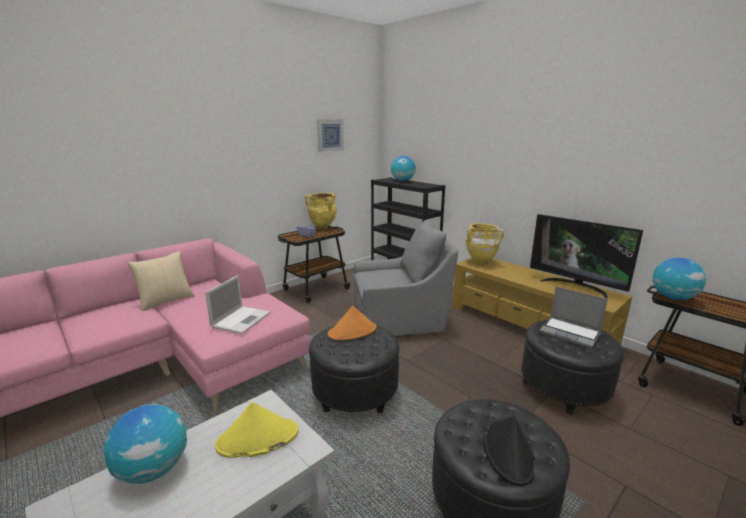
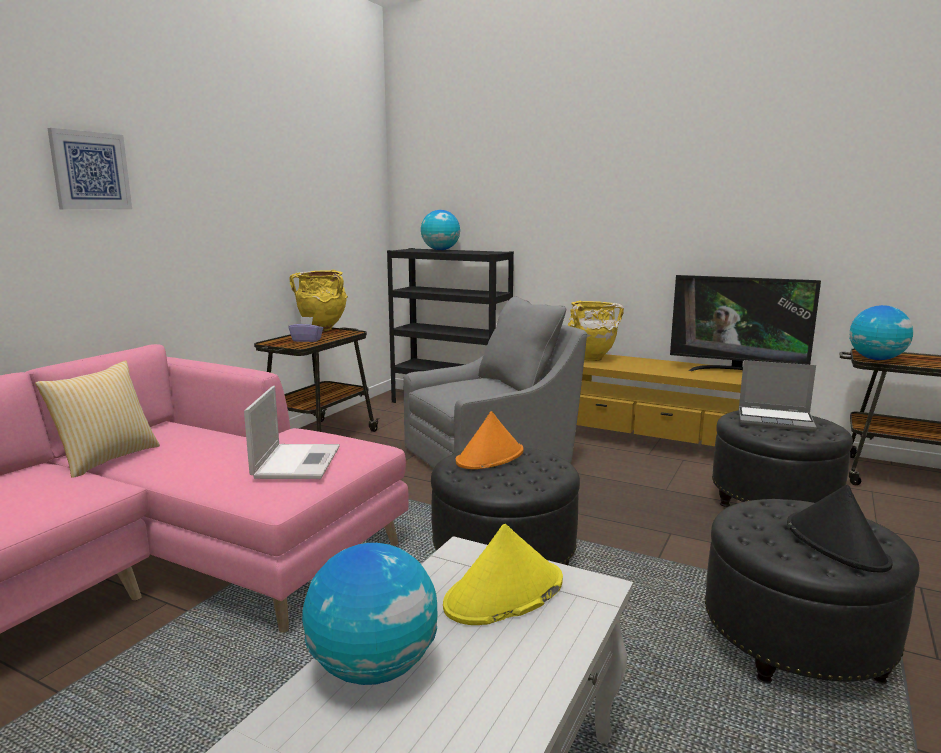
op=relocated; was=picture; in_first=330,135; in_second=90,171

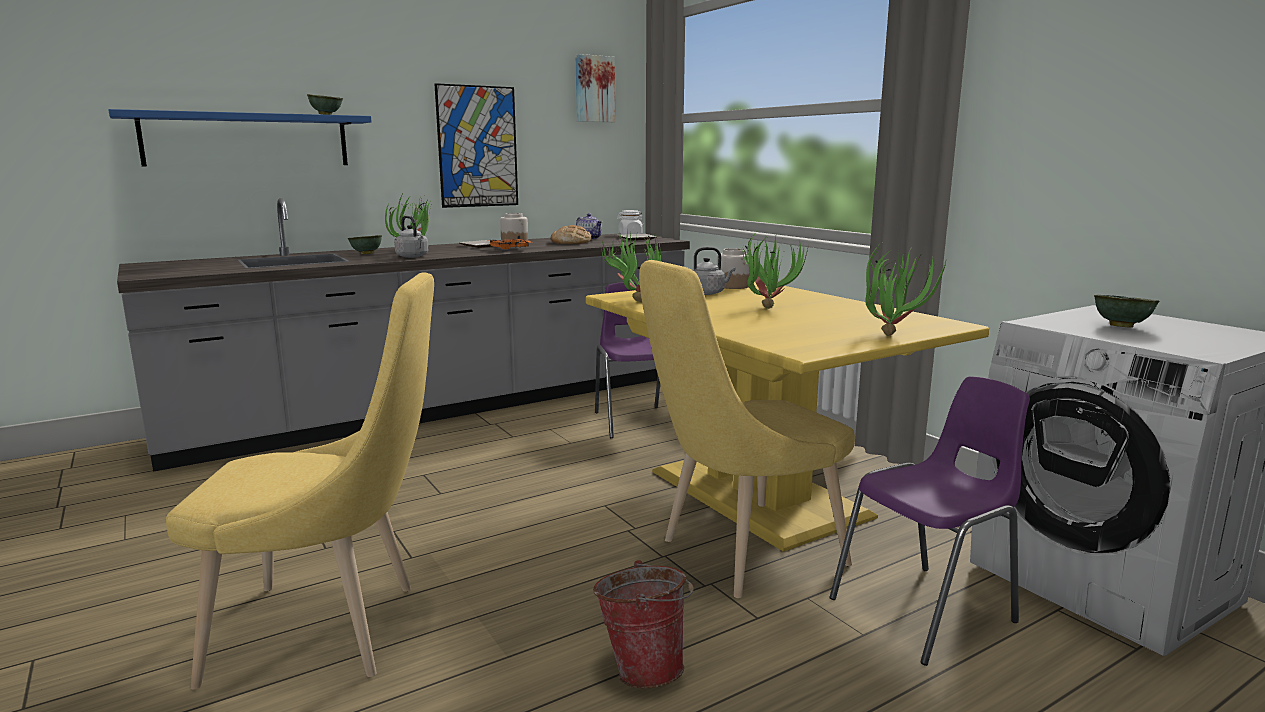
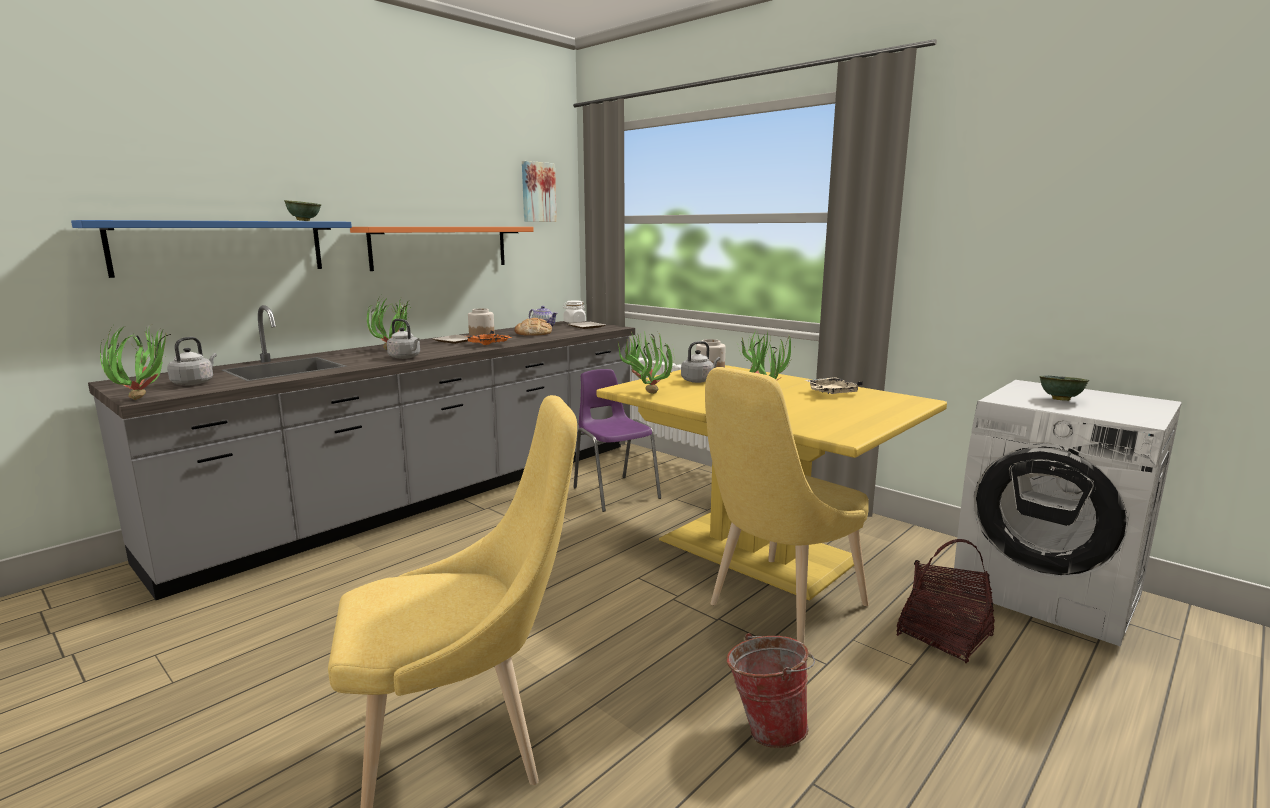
op=missing; was=green bowl; in_first=366,254
op=exchanged; was=picture; now=orange shelf; in_first=477,147; in_second=440,247
op=exchanged; was=purple chair; now=basket; in_first=927,610; in_second=944,636
op=relocated; was=potted plant; in_first=892,333; in_second=147,397
op=appeared; now=grey kettle; in_second=194,383
op=appeared; now=beige tray; in_second=830,393

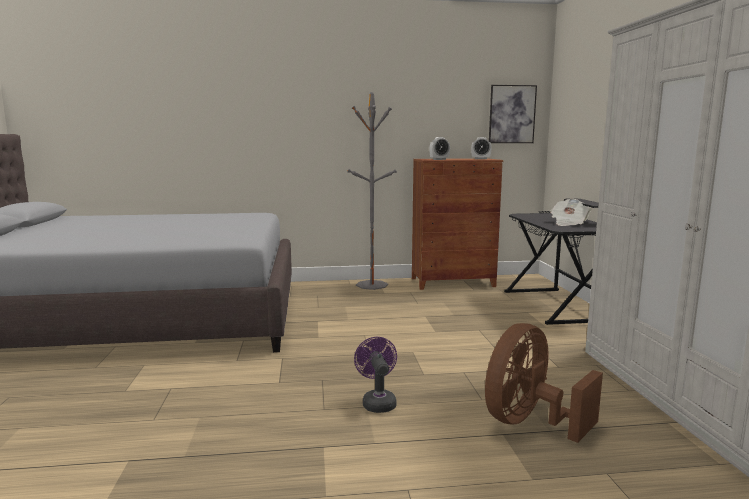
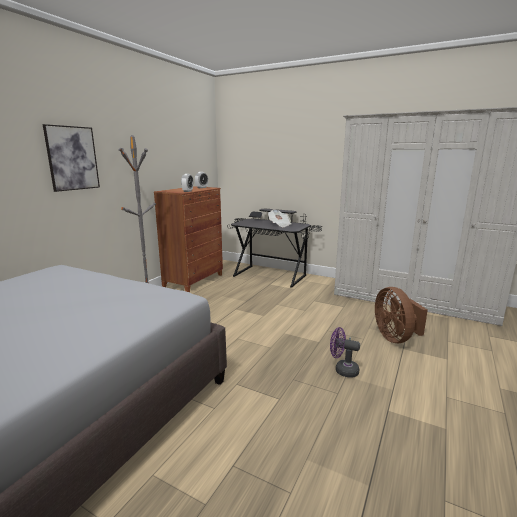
op=relocated; was=picture; in_first=512,114; in_second=72,158

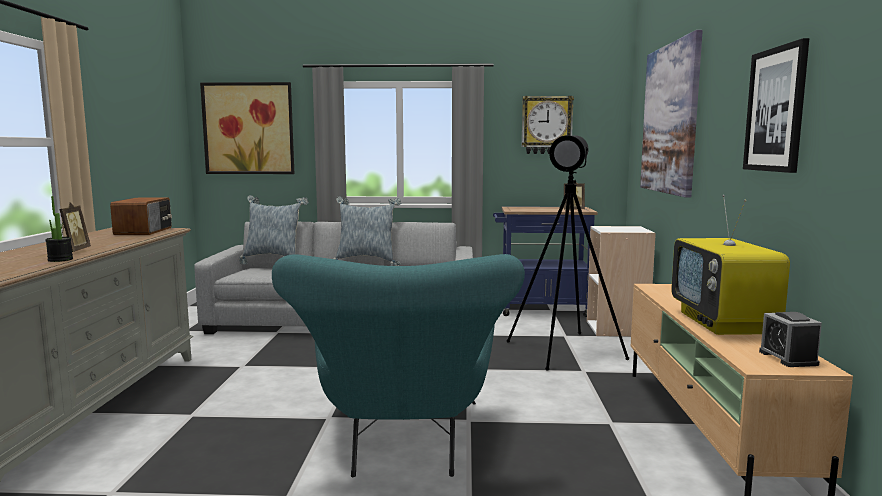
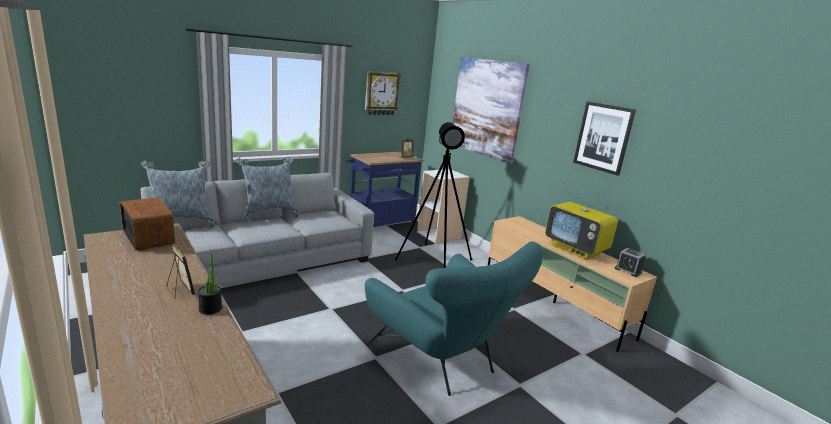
op=missing; was=picture; in_first=248,128

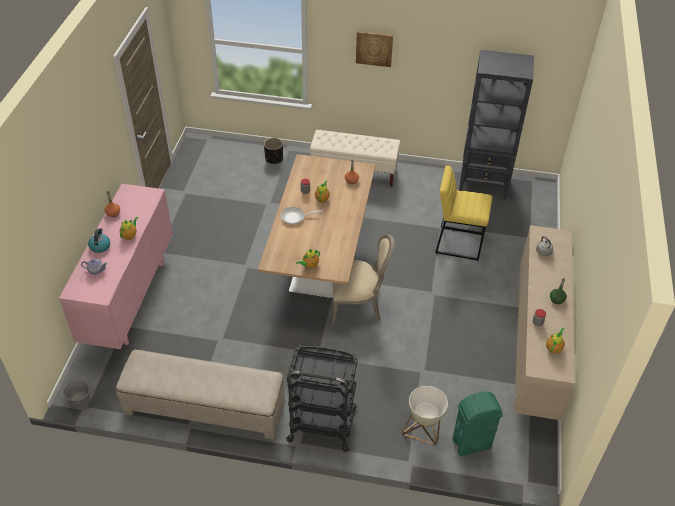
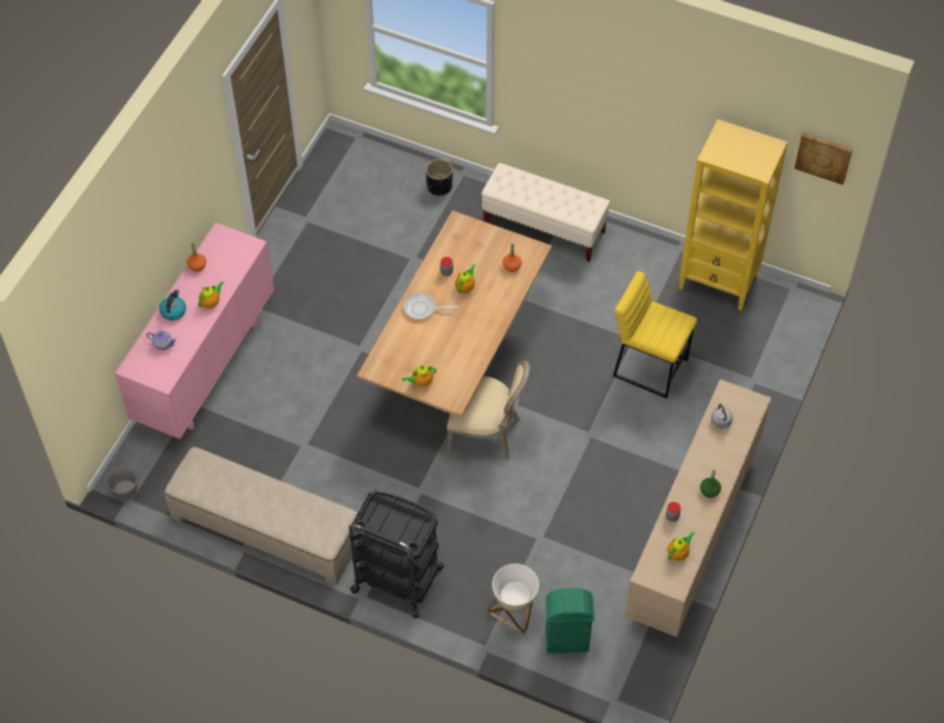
op=relocated; was=picture; in_first=374,48; in_second=823,157
op=colour; was=black bookcase; now=yellow bookcase; in_first=484,184; in_second=719,281

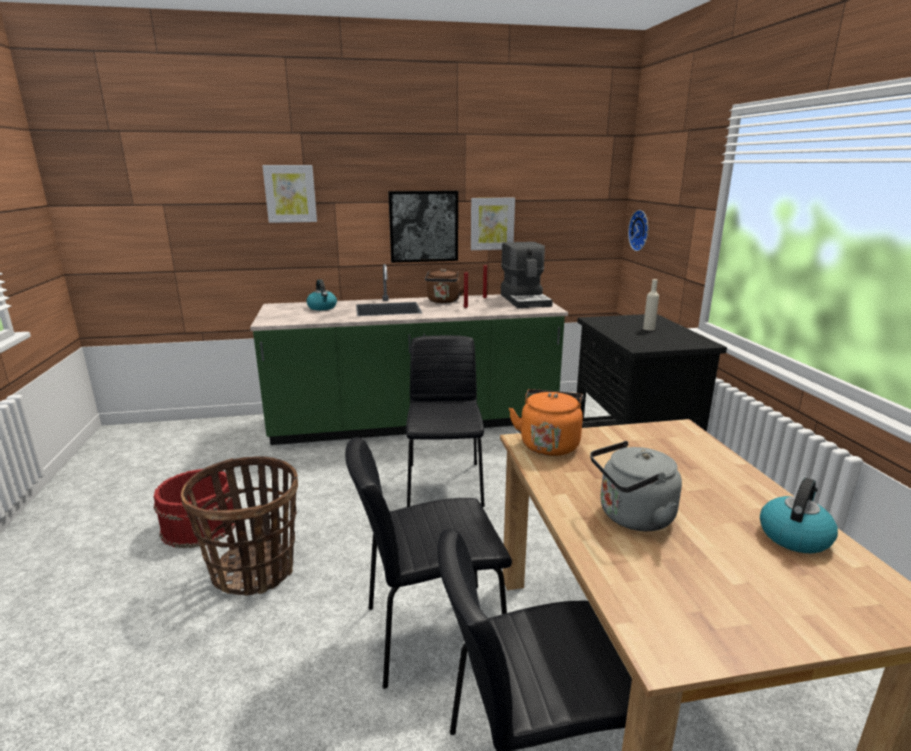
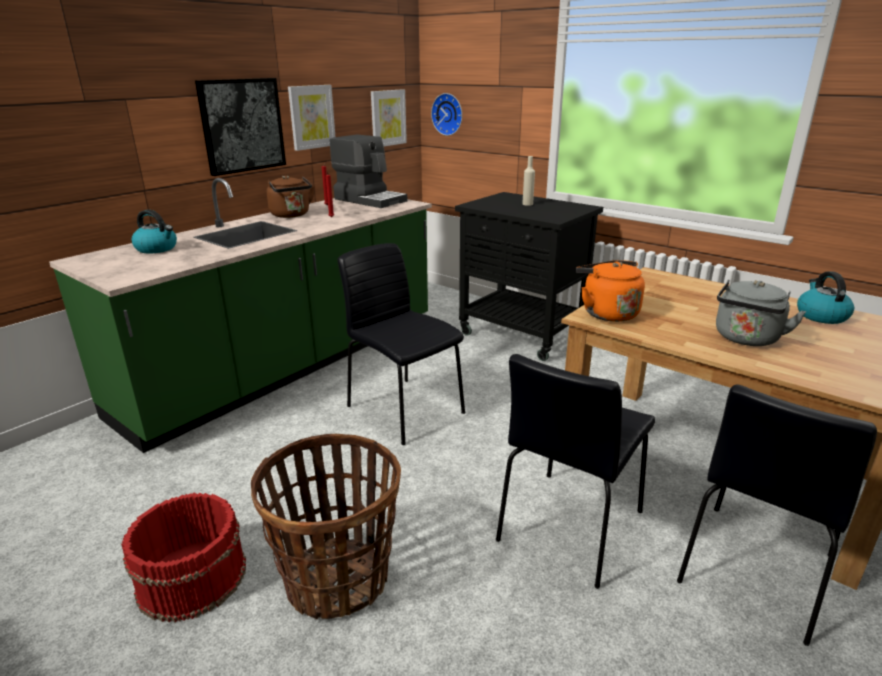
op=relocated; was=picture; in_first=290,194; in_second=388,118

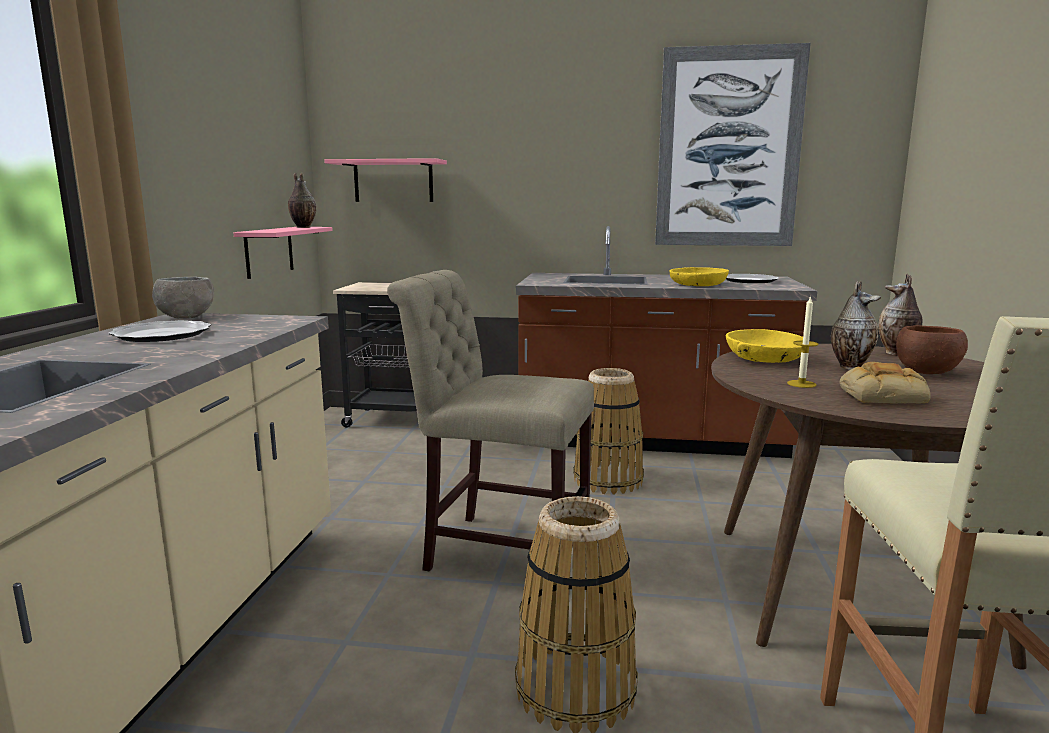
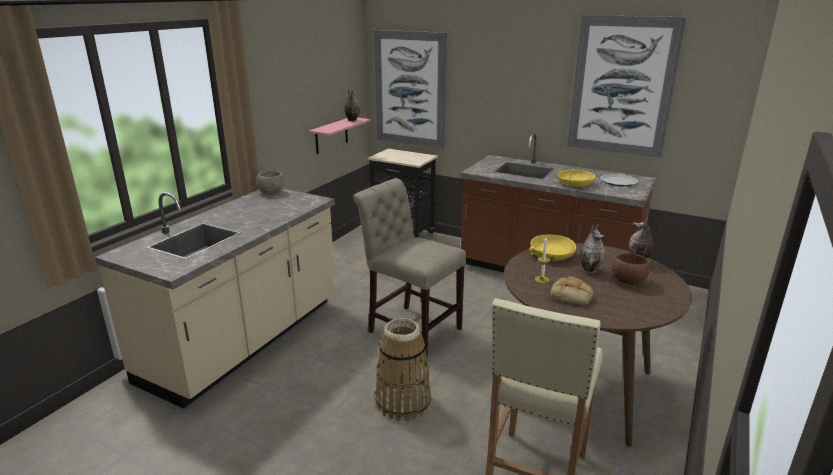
op=missing; was=plate; in_first=163,335
op=exchanged; was=pink shelf; now=picture; in_first=393,181; in_second=410,89
op=missing; was=basket; in_first=607,480

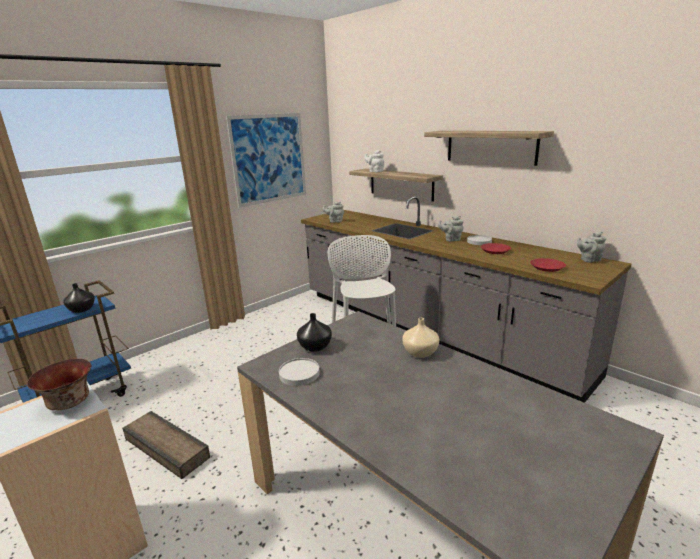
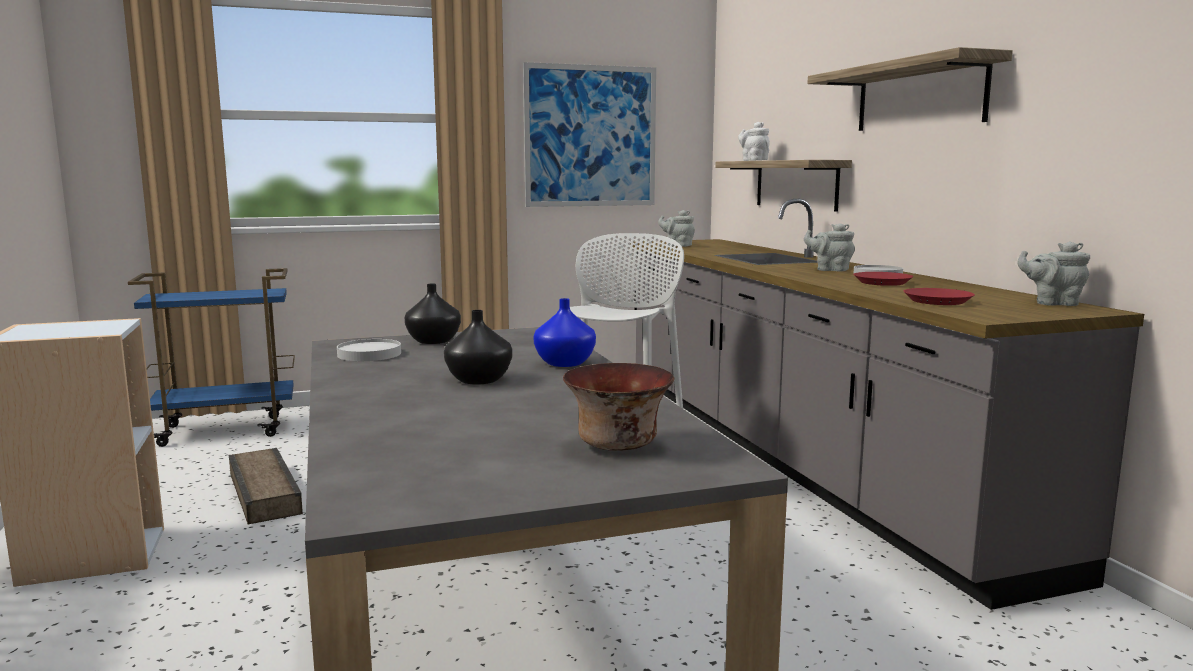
op=relocated; was=bowl; in_first=70,402; in_second=618,445
op=relocated; was=black vase; in_first=82,309; in_second=480,380
op=colour; was=beige vase; now=blue vase; in_first=420,352; in_second=565,363

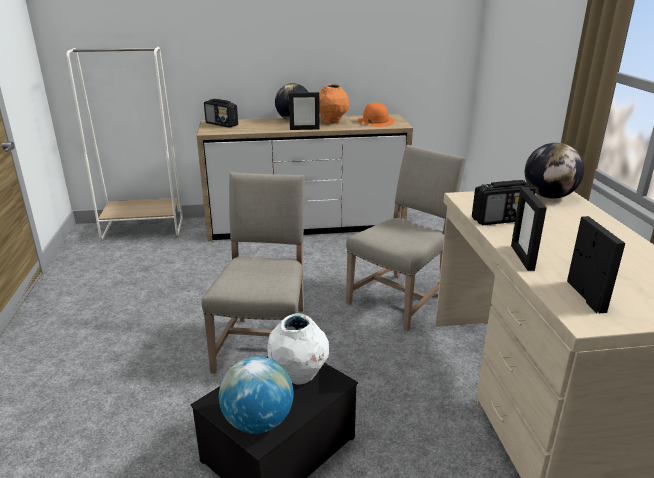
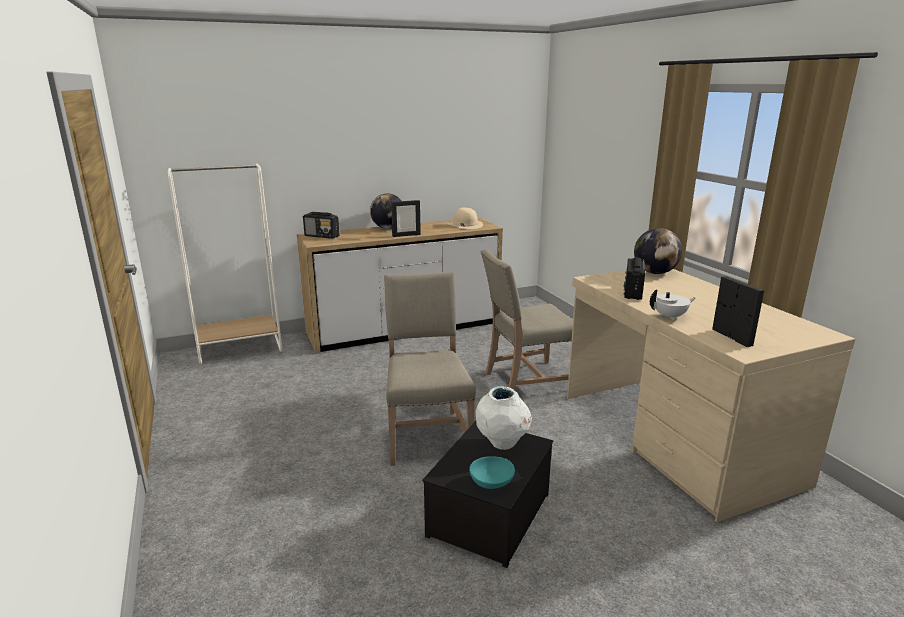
op=exchanged; was=globe; now=turquoise bowl; in_first=258,422; in_second=491,482
op=missing; was=orange vase; in_first=331,122
op=spun; was=beige chair; in_first=401,298; in_second=526,380; clockwise=-135
op=colour; was=orange hat; now=beige hat; in_first=375,121; in_second=465,225
op=spun; was=radio; in_first=501,219; in_second=633,292; clockwise=135
op=exchanged; was=picture frame; now=white teapot; in_first=523,257; in_second=670,317

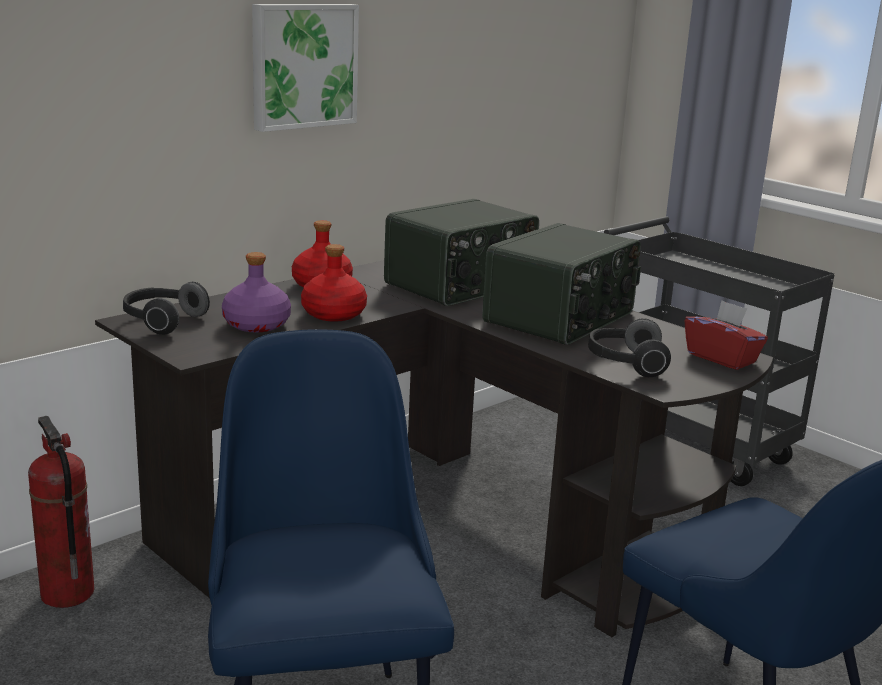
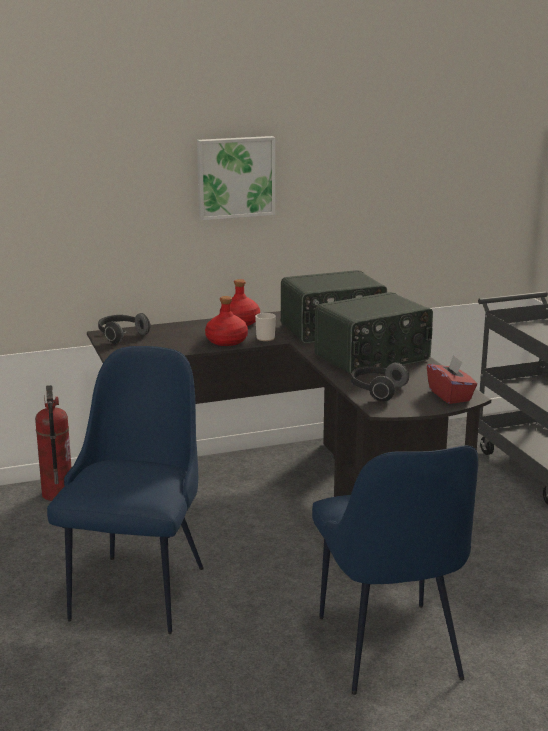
op=missing; was=purple bottle; in_first=255,324
op=appeared; now=mug; in_second=266,337

